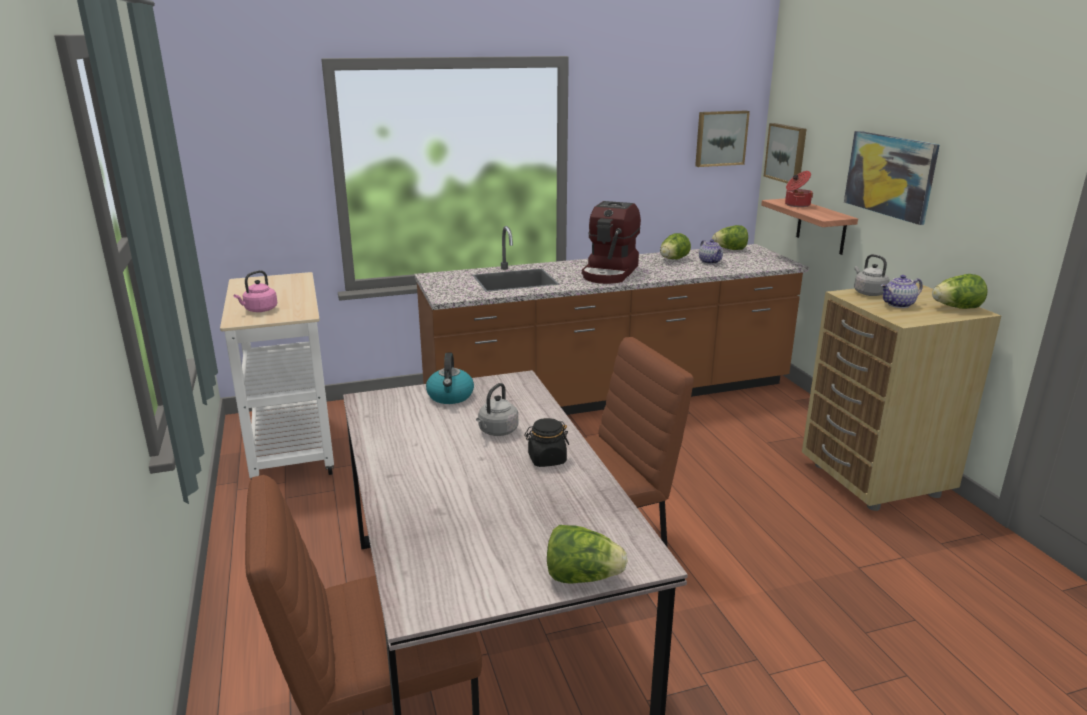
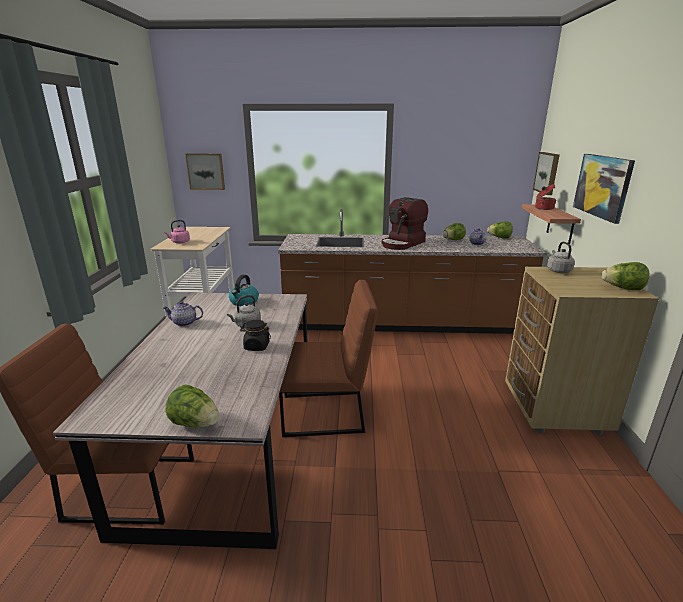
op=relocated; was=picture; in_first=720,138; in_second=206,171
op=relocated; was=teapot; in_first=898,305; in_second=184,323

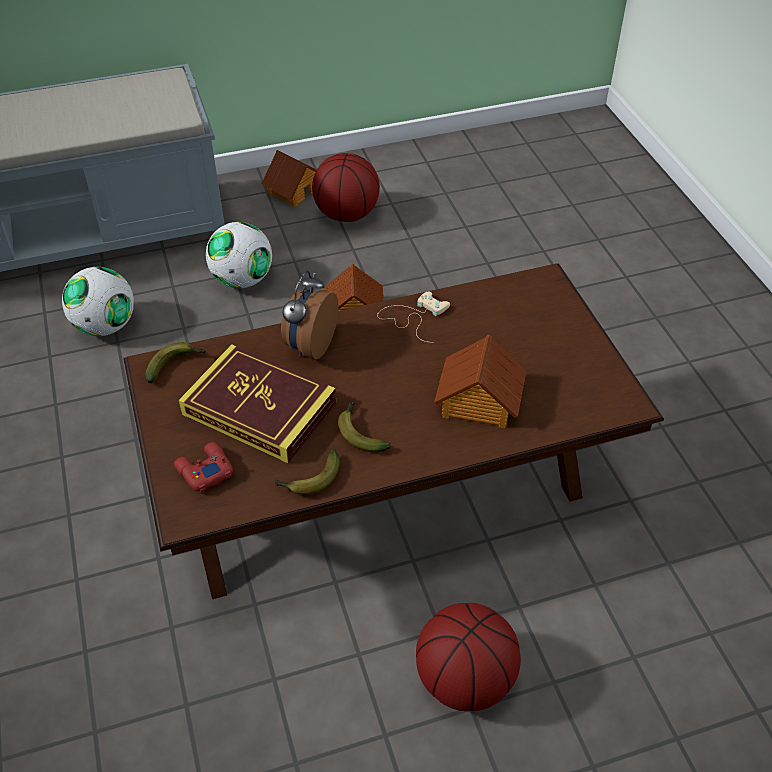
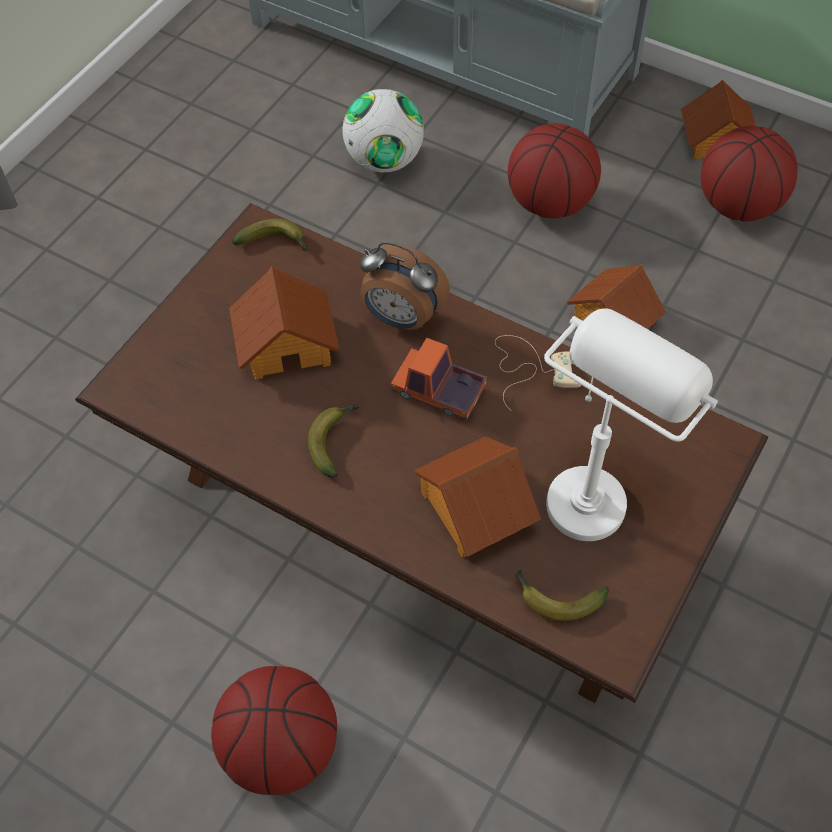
op=missing; was=red game controller; in_first=204,470
op=exchanged; was=book; now=toy house; in_first=259,408; in_second=287,342
op=exchanged; was=football; now=basketball; in_first=242,280; in_second=551,202
op=relocated; was=banana; in_first=310,480; in_second=556,598
op=spun; was=alarm clock; in_first=310,346; in_second=402,318; clockwise=-135
op=appeared; now=toy truck; in_second=438,391
op=appeared; now=white table lamp; in_second=599,484

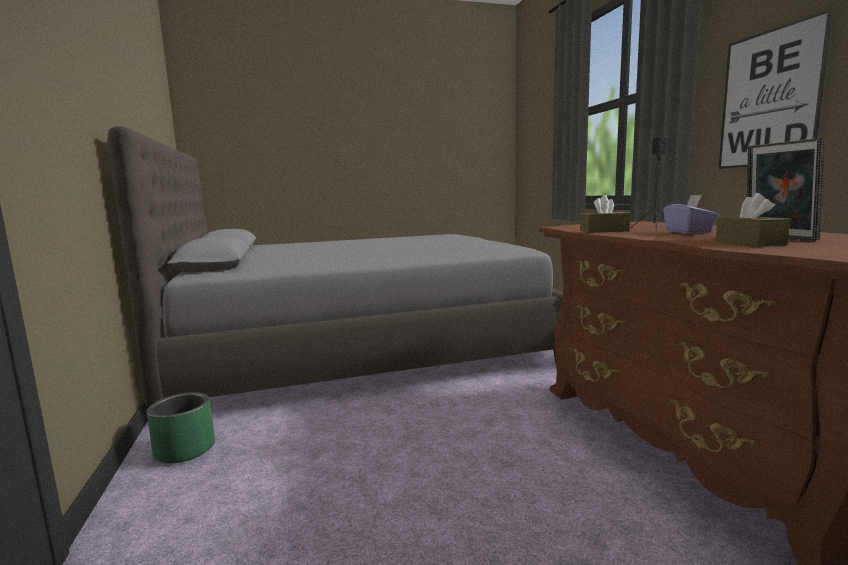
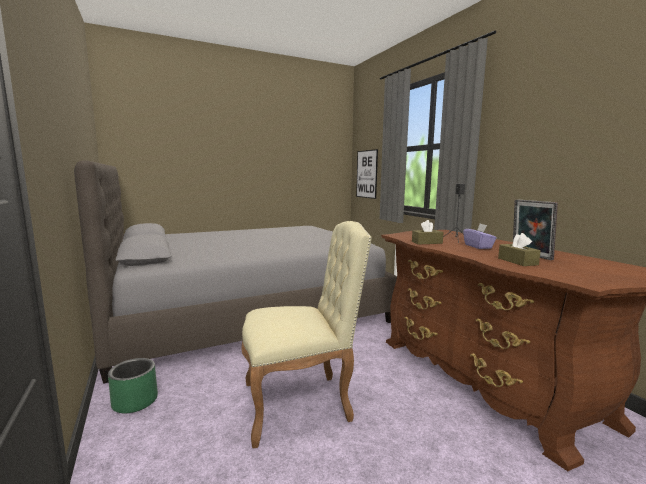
op=relocated; was=picture; in_first=769,98; in_second=366,174
op=appeared; now=beige chair; in_second=299,404

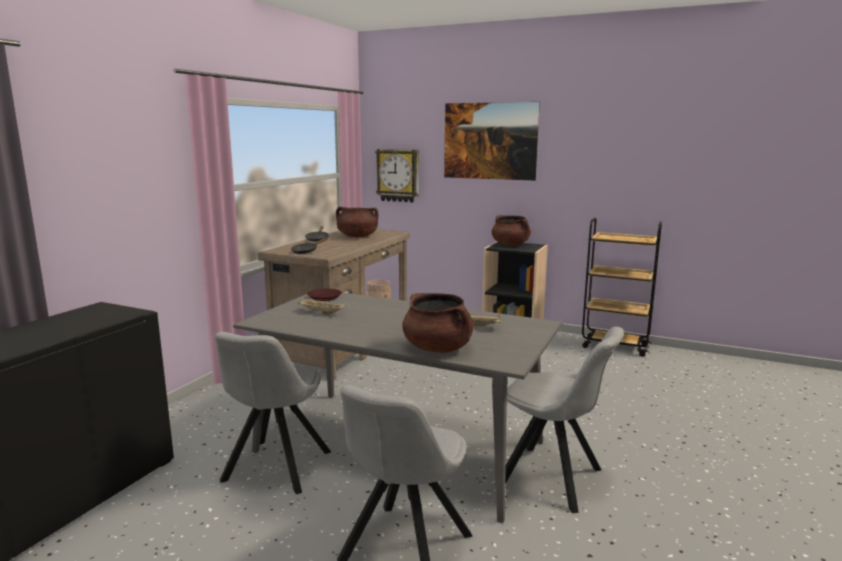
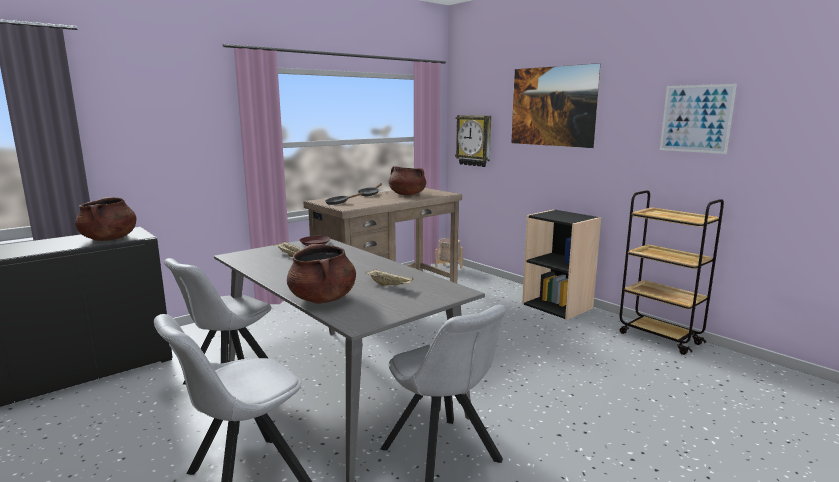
op=relocated; was=brown cooking pot; in_first=510,244; in_second=109,239
op=appeared; now=picture; in_second=696,118

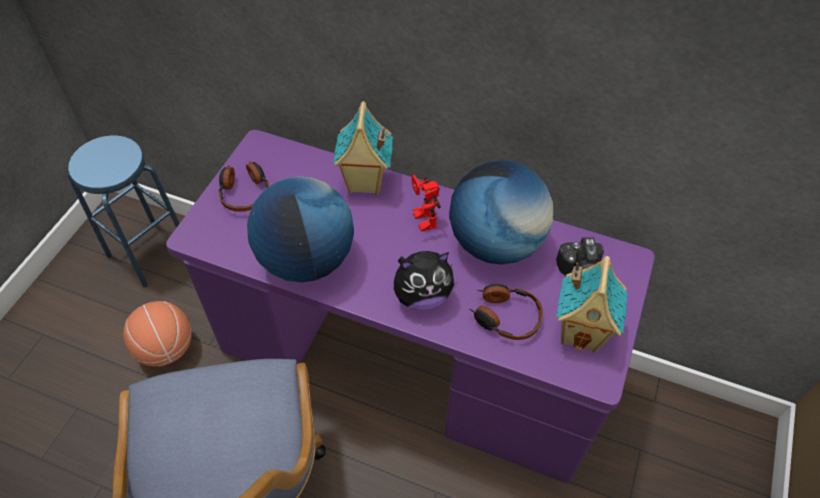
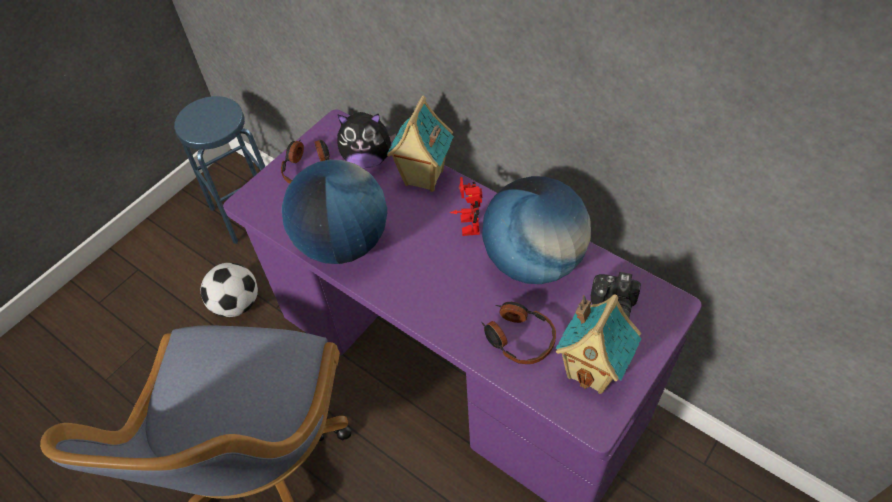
op=exchanged; was=basketball; now=football; in_first=166,348; in_second=237,304
op=relocated; was=plush toy; in_first=422,296; in_second=368,159

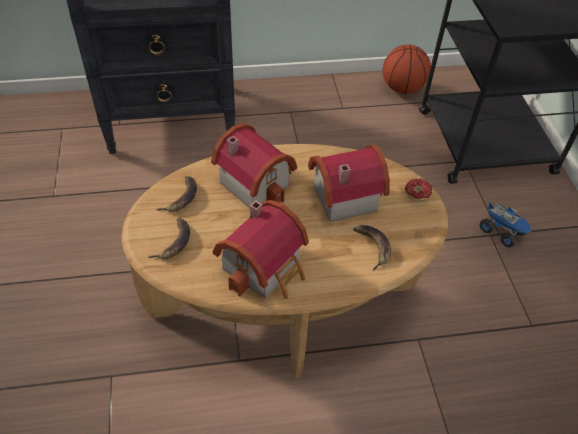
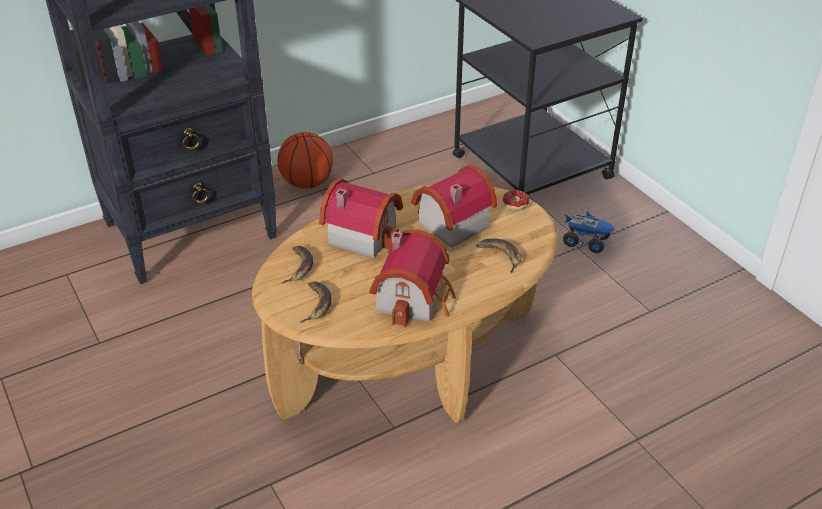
op=relocated; was=basketball; in_first=402,88; in_second=307,183

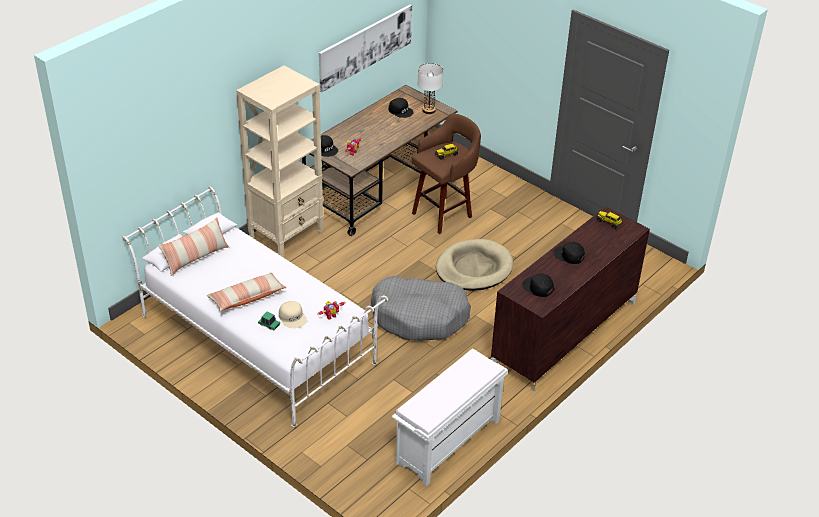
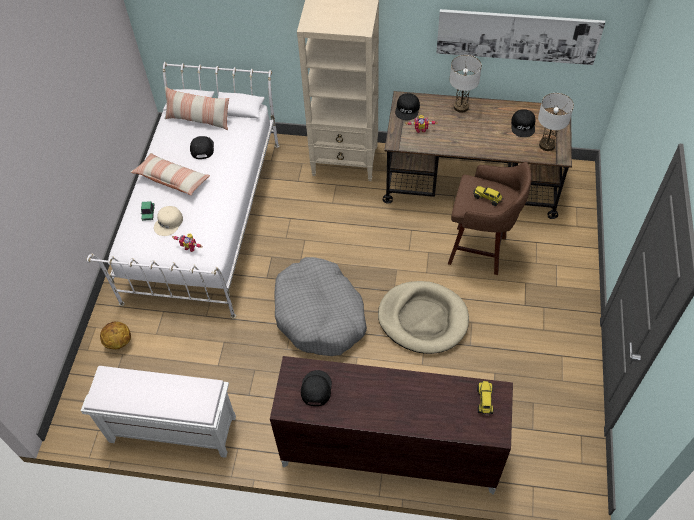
op=relocated; was=black cap; in_first=569,255; in_second=201,148
op=appeared; now=basketball; in_second=118,342
op=appeared; now=table lamp; in_second=461,106

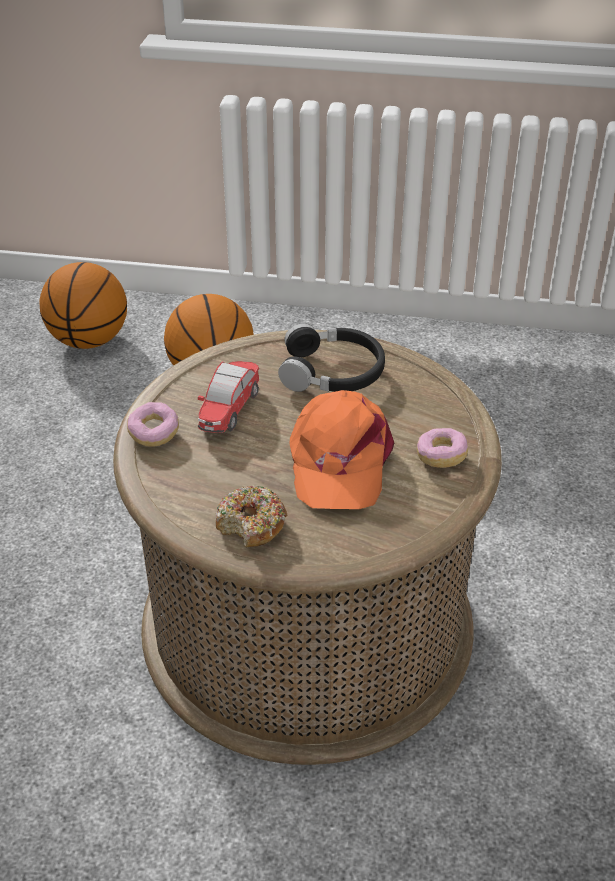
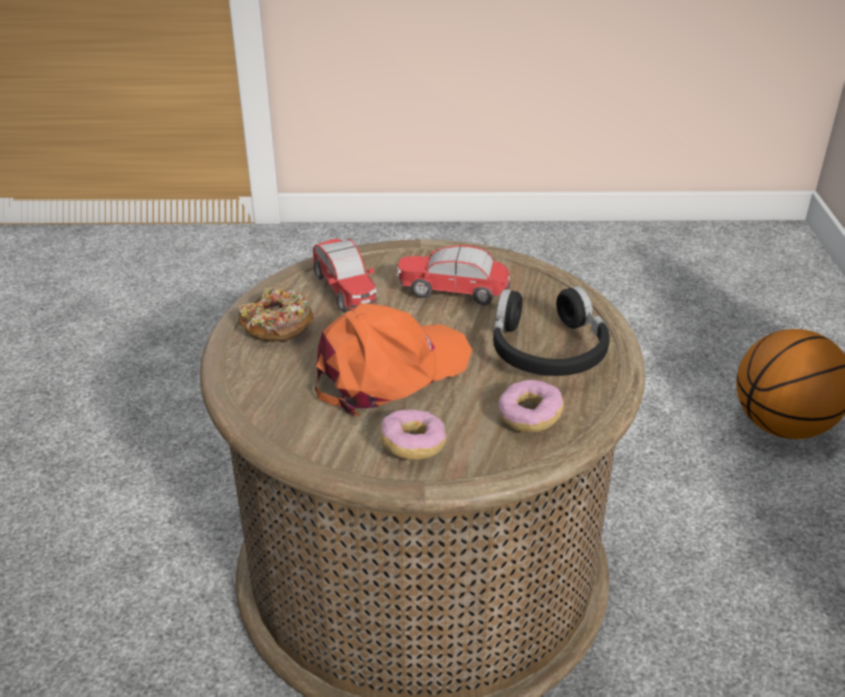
op=missing; was=basketball; in_first=90,340
op=relocated; was=donut; in_first=154,433; in_second=529,417
op=spun; was=orange cap; in_first=338,461; in_second=389,371; clockwise=150
op=appeared; now=toy car; in_second=345,290

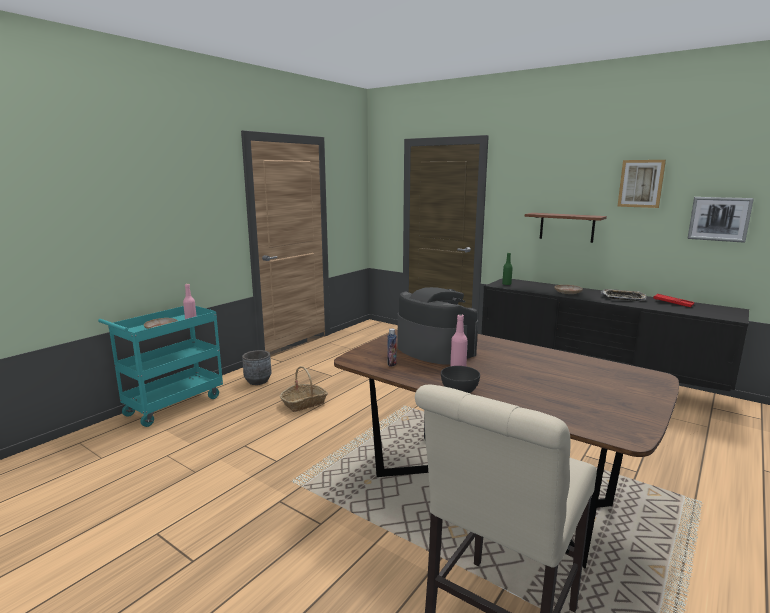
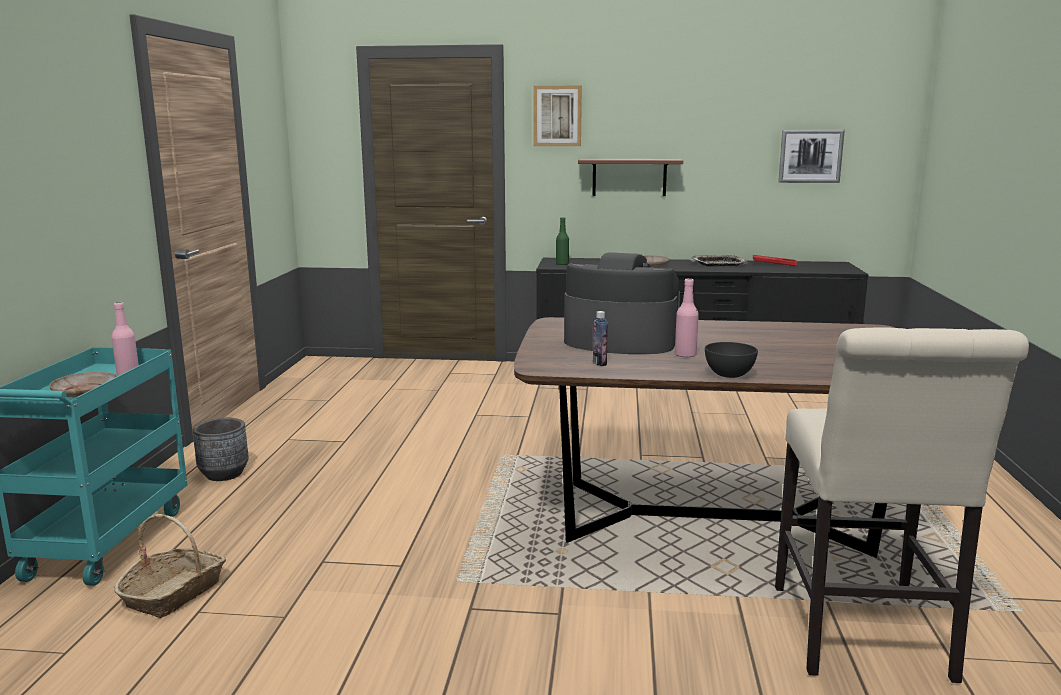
op=relocated; was=basket; in_first=304,403; in_second=174,593
op=relocated; was=picture; in_first=641,183; in_second=557,116

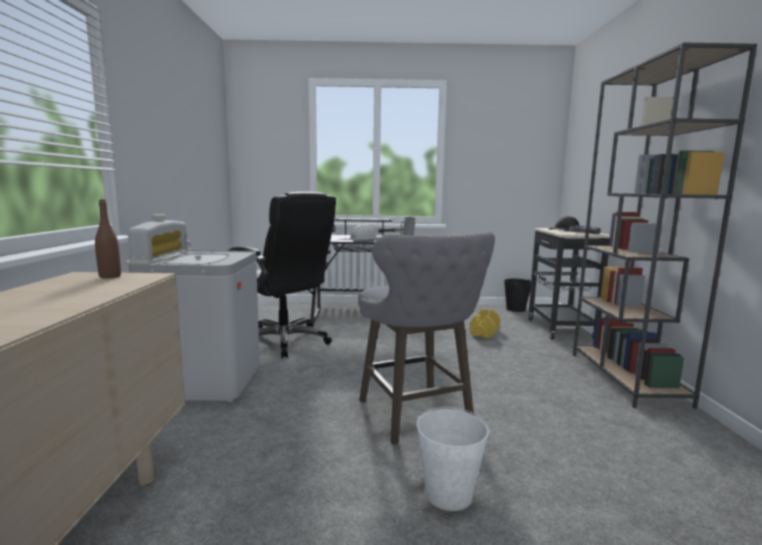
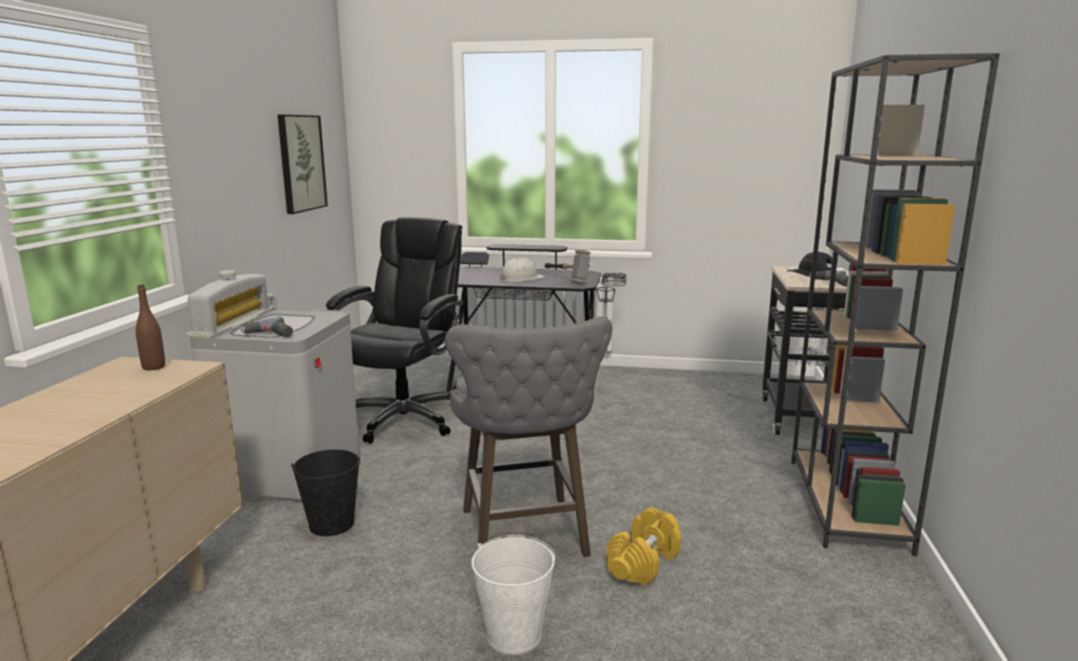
op=spun; was=black office chair; in_first=284,341; in_second=404,418; clockwise=-120
op=relocated; was=yellow dumbbell; in_first=484,332; in_second=643,563
op=relocated; was=black bucket; in_first=515,309; in_second=331,524
op=appeared; now=power drill; in_second=270,334
op=appeared; now=picture; in_second=301,163

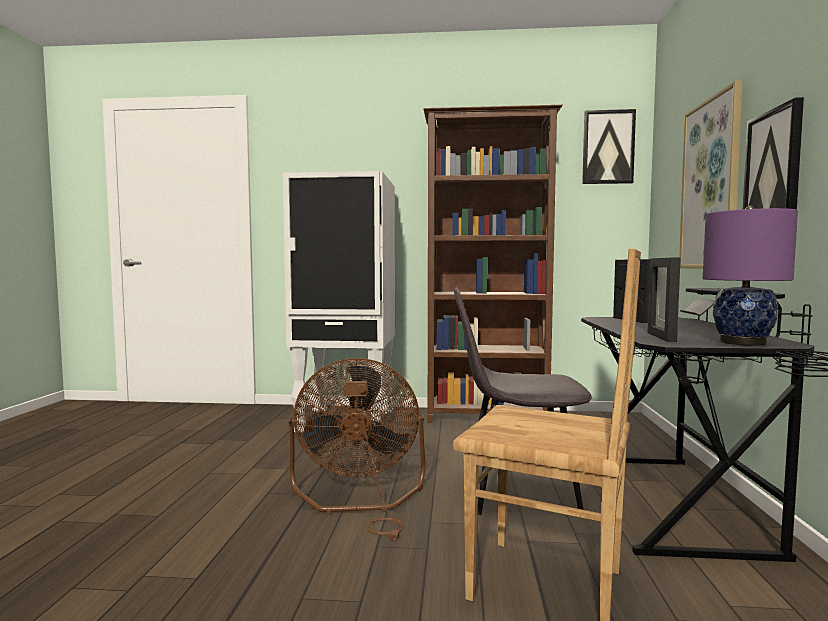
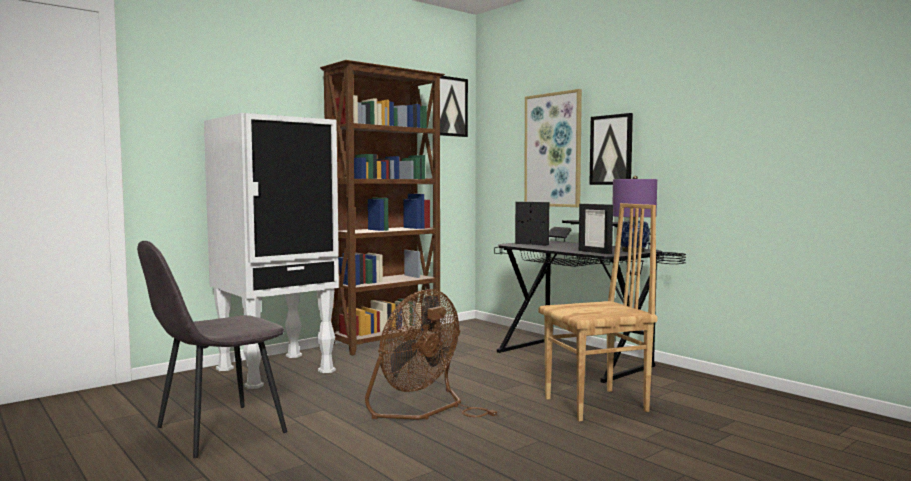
op=relocated; was=grey chair; in_first=516,490; in_second=217,431

